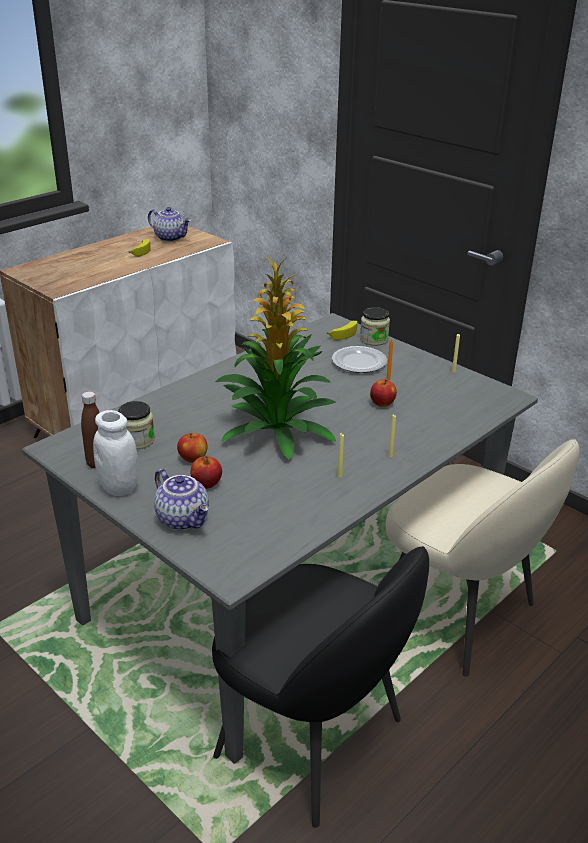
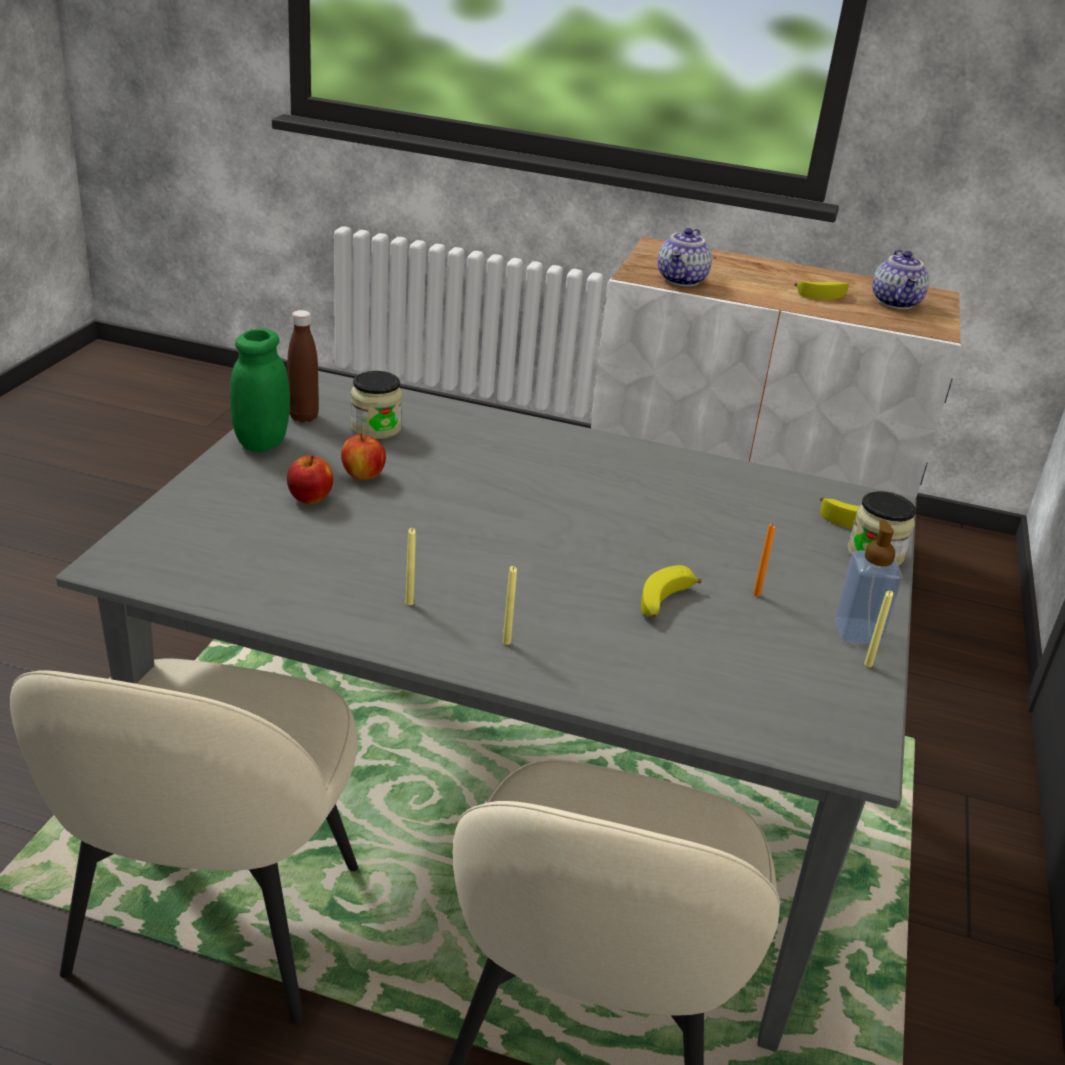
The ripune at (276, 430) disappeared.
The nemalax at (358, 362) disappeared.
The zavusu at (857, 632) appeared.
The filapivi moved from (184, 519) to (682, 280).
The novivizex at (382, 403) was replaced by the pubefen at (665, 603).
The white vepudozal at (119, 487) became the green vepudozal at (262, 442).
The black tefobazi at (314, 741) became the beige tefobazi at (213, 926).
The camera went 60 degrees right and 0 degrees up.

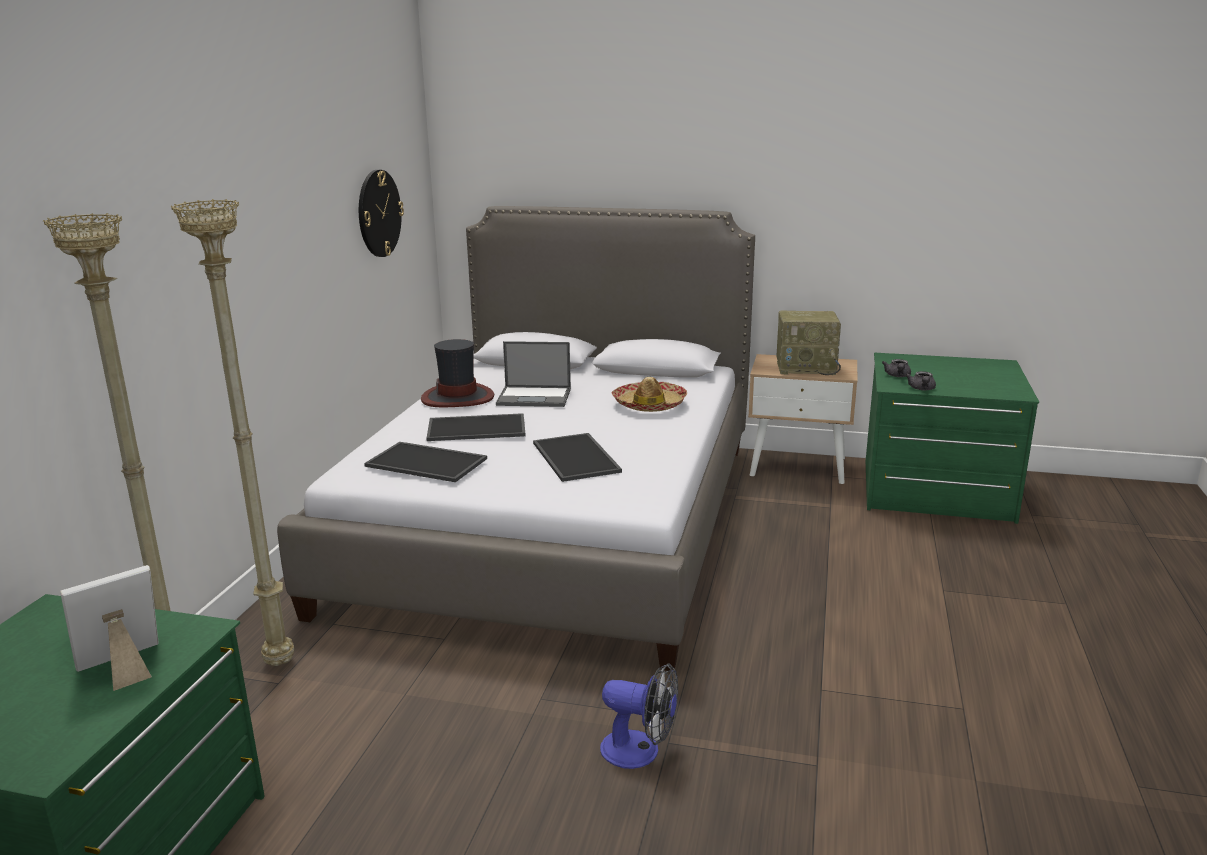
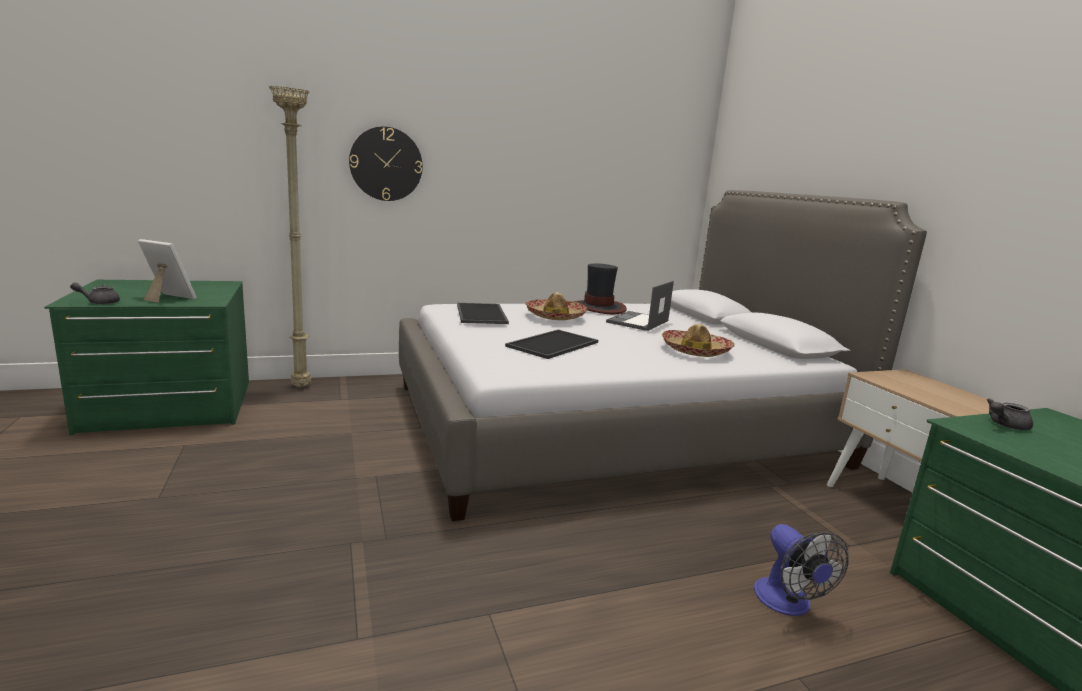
The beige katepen at (279, 664) disappeared.
The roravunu at (806, 367) disappeared.
The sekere moved from (379, 213) to (386, 164).
The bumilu moved from (640, 751) to (788, 604).
The grey filapivi moved from (921, 389) to (99, 302).
The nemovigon at (477, 427) was replaced by the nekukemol at (555, 316).
The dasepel at (535, 397) turned 60 degrees clockwise.
The camera went 55 degrees right and 5 degrees down.

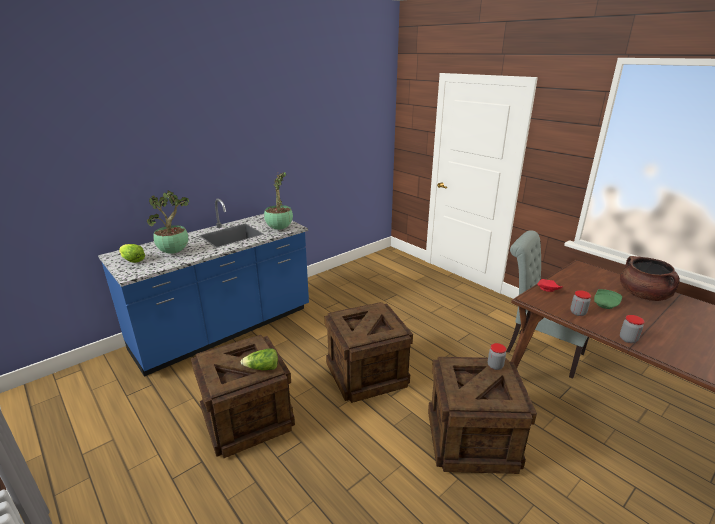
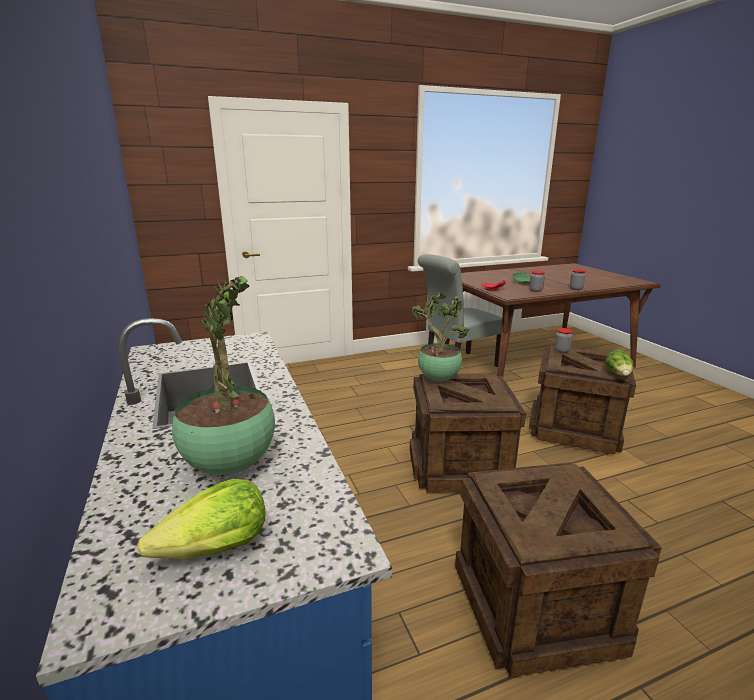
The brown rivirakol at (643, 295) disappeared.
The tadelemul moved from (262, 368) to (619, 374).
The ripune moved from (279, 228) to (437, 379).
The camera went 70 degrees left and 5 degrees down.

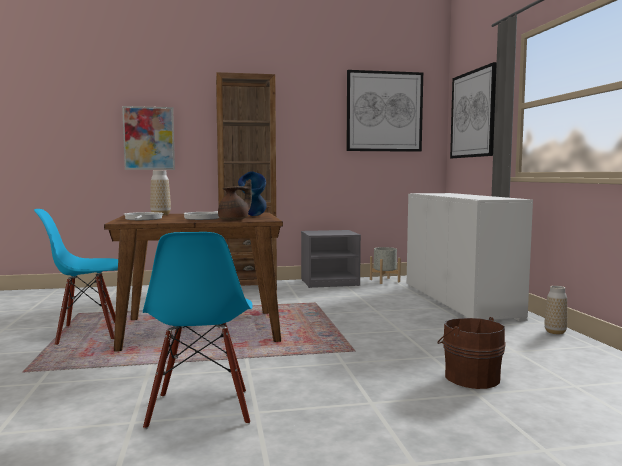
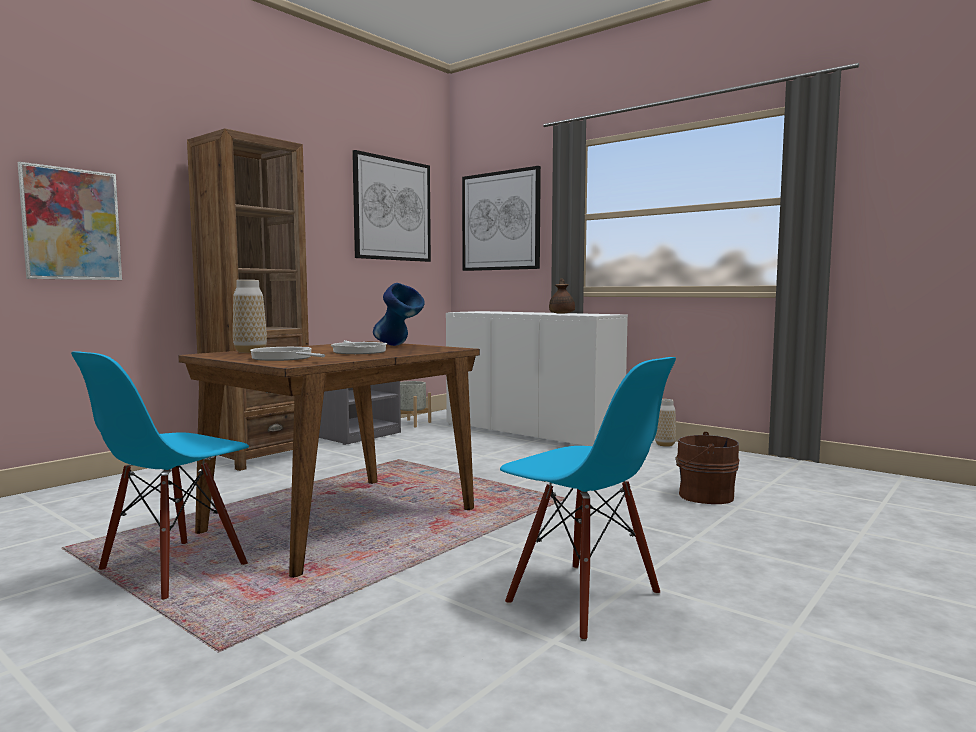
The brown filapivi moved from (235, 220) to (562, 313).
The camera went 40 degrees left and 0 degrees up.

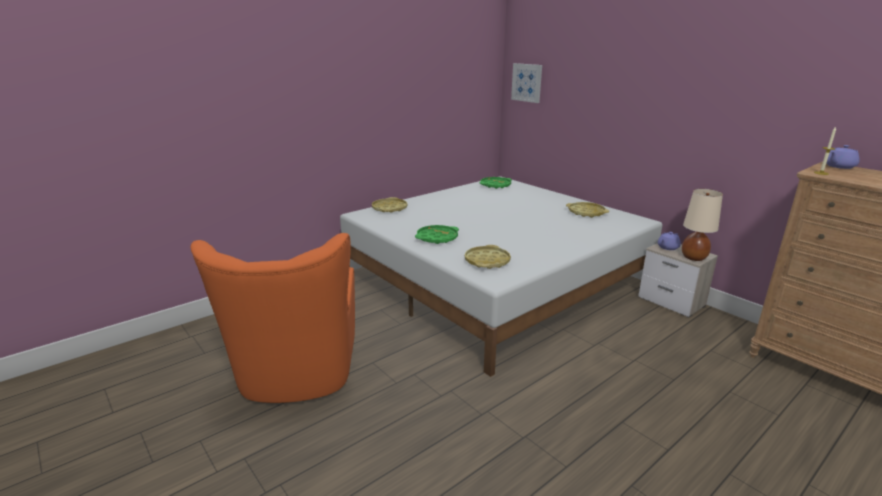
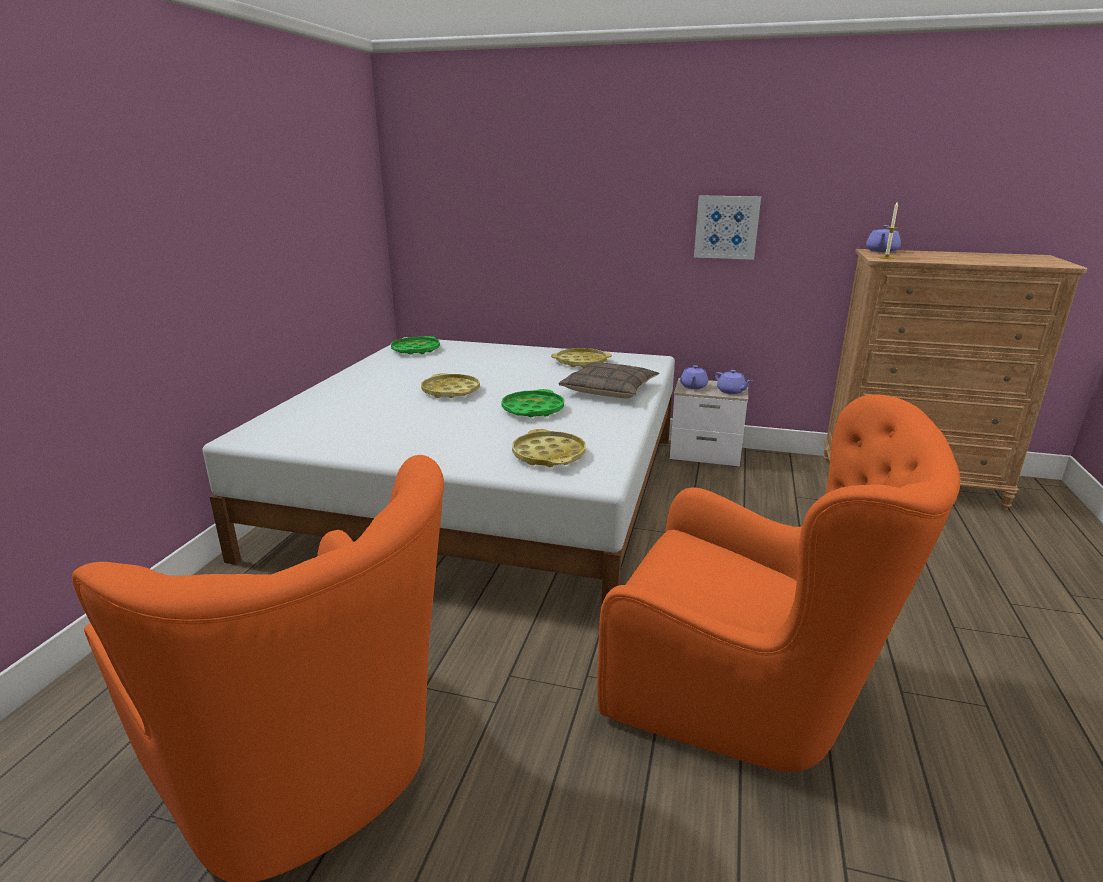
The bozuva at (609, 390) appeared.
The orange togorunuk at (747, 694) appeared.
The yellow nemovigon moved from (389, 208) to (451, 391).
The green nemovigon moved from (437, 238) to (532, 409).
The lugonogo moved from (527, 82) to (726, 227).
The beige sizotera at (693, 257) was replaced by the purple filapivi at (731, 391).
The camera went 35 degrees left and 0 degrees up.

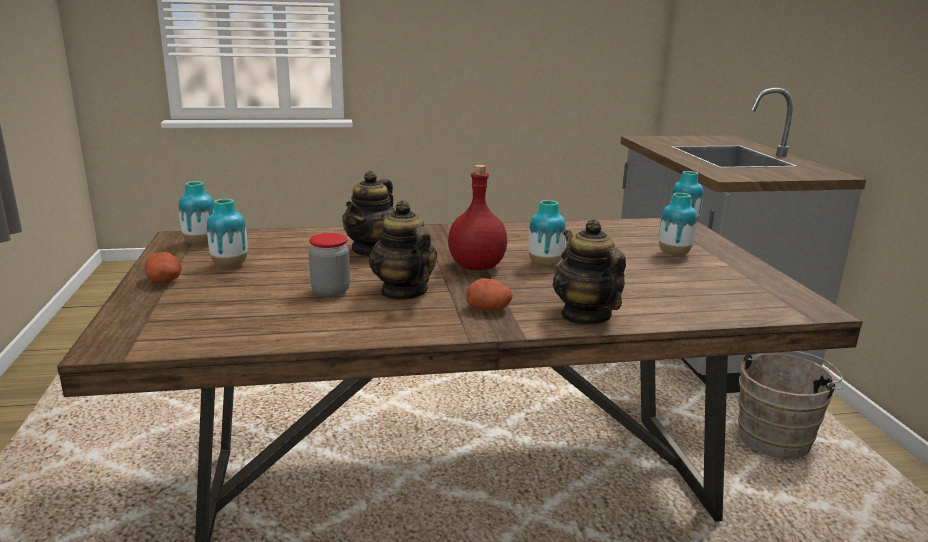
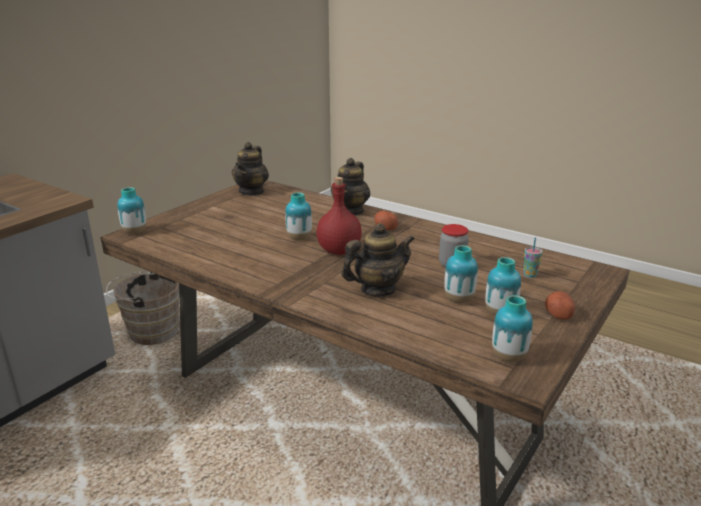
The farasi at (530, 275) appeared.
The filapivi moved from (403, 292) to (252, 191).
The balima moved from (674, 254) to (458, 299).
The camera went 135 degrees left and 5 degrees up.

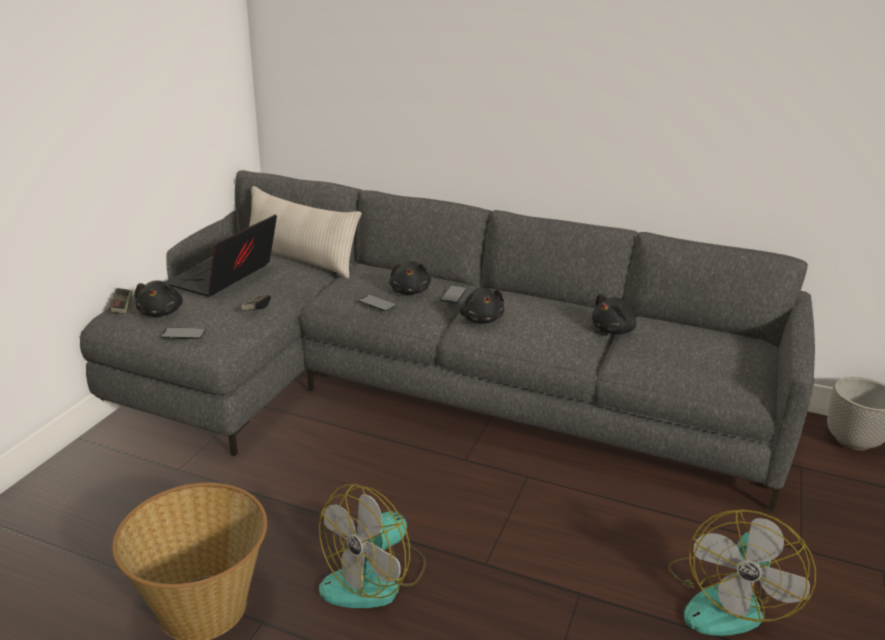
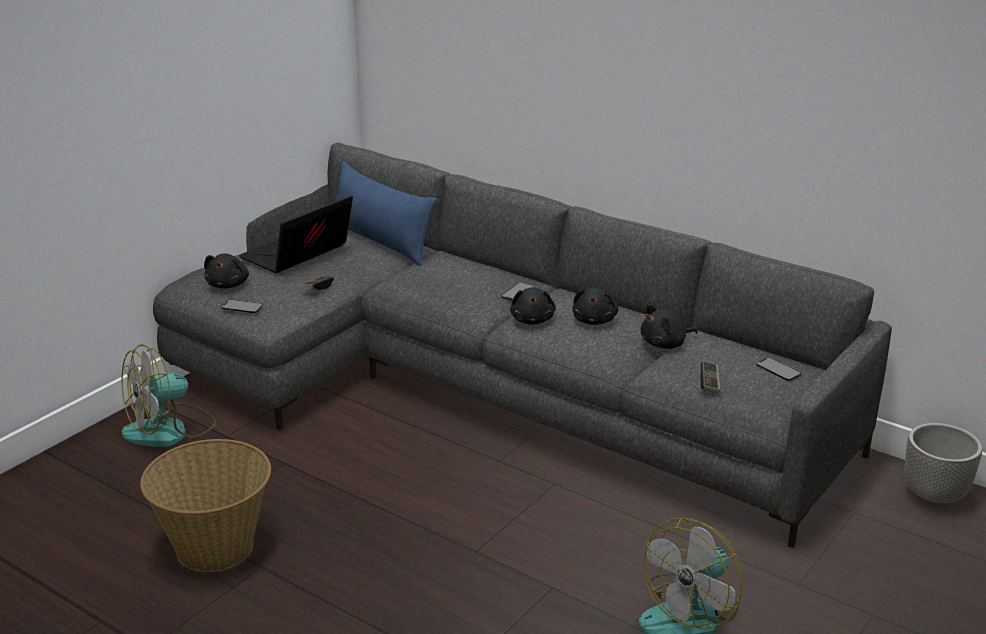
The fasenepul moved from (122, 306) to (709, 383).
The bumilu moved from (375, 577) to (170, 430).
The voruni moved from (377, 303) to (778, 369).
The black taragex moved from (410, 291) to (594, 320).
The beige bozuva at (300, 260) became the blue bozuva at (381, 242).
The camera went 15 degrees right and 0 degrees up.

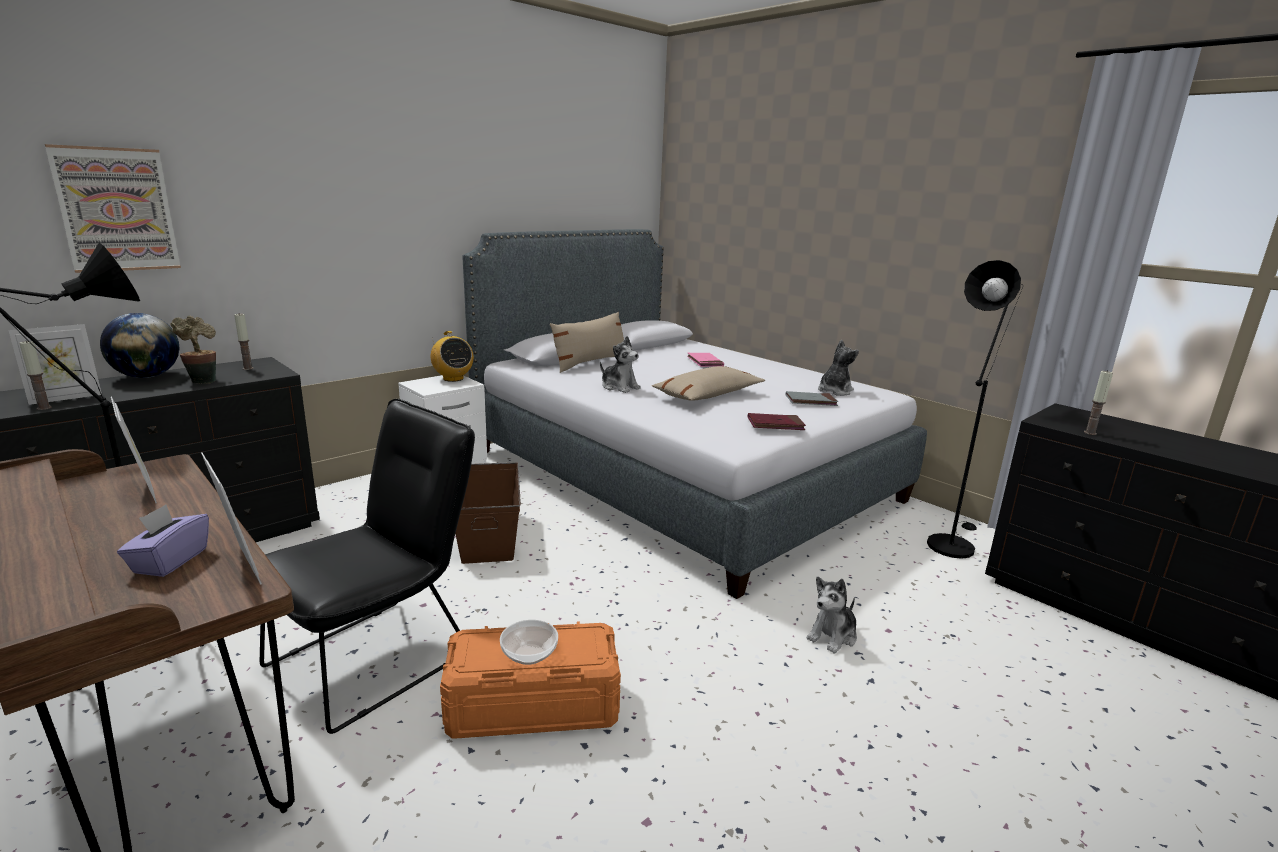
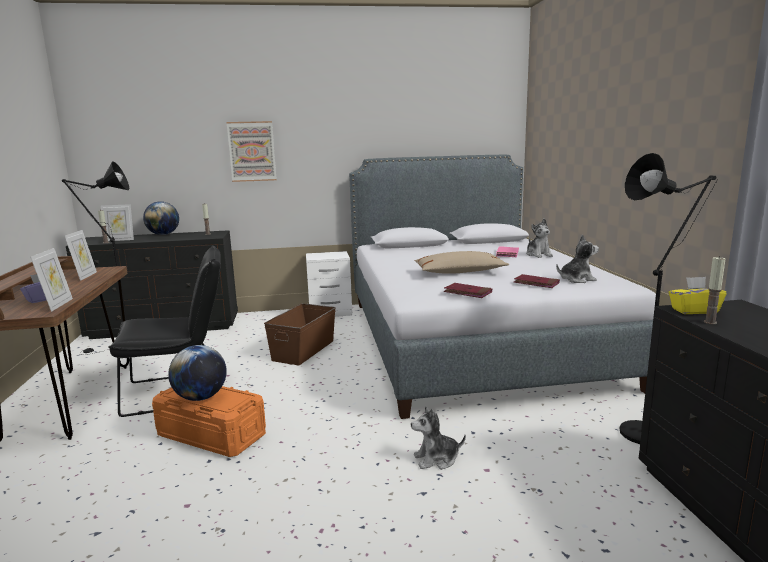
The ripune at (202, 381) disappeared.
The roravunu at (453, 378) disappeared.
The beige bozuva at (590, 363) disappeared.
The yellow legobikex at (694, 310) appeared.
The lugonogo moved from (116, 210) to (252, 151).
The taragex moved from (619, 387) to (538, 255).
The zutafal at (529, 655) was replaced by the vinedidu at (201, 397).
The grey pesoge at (811, 401) became the red pesoge at (536, 283).
The camera went 35 degrees right and 5 degrees down.

